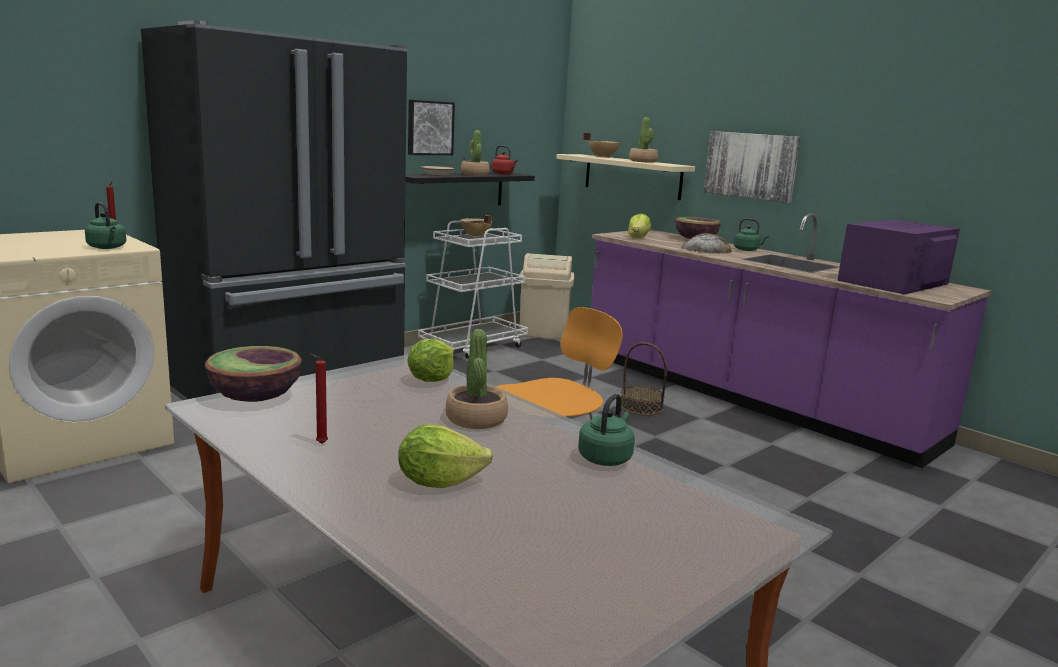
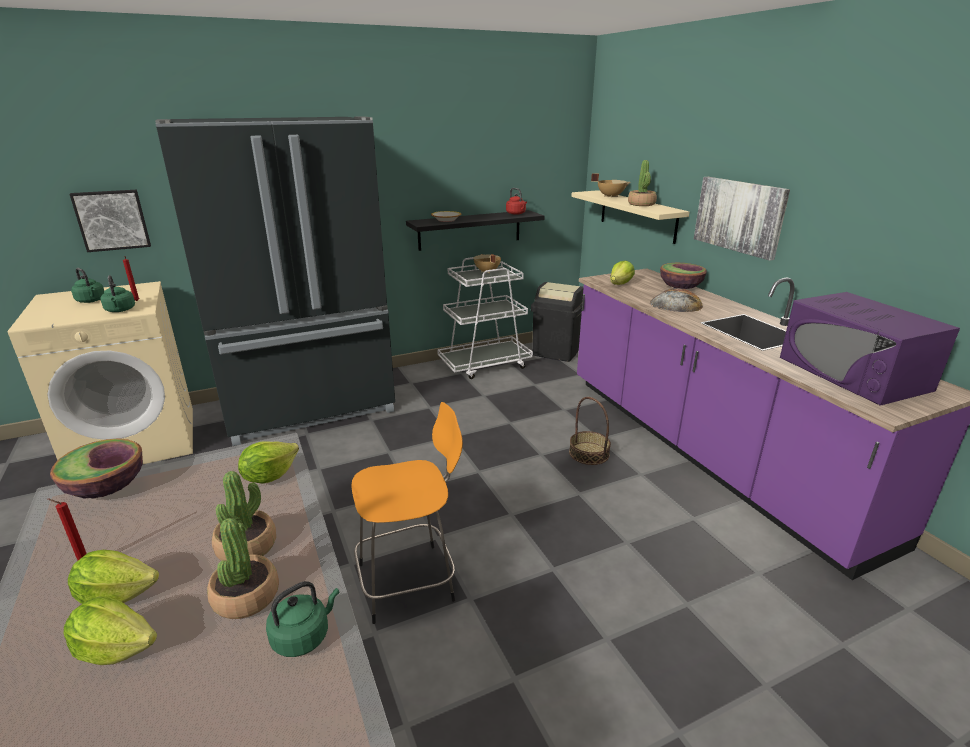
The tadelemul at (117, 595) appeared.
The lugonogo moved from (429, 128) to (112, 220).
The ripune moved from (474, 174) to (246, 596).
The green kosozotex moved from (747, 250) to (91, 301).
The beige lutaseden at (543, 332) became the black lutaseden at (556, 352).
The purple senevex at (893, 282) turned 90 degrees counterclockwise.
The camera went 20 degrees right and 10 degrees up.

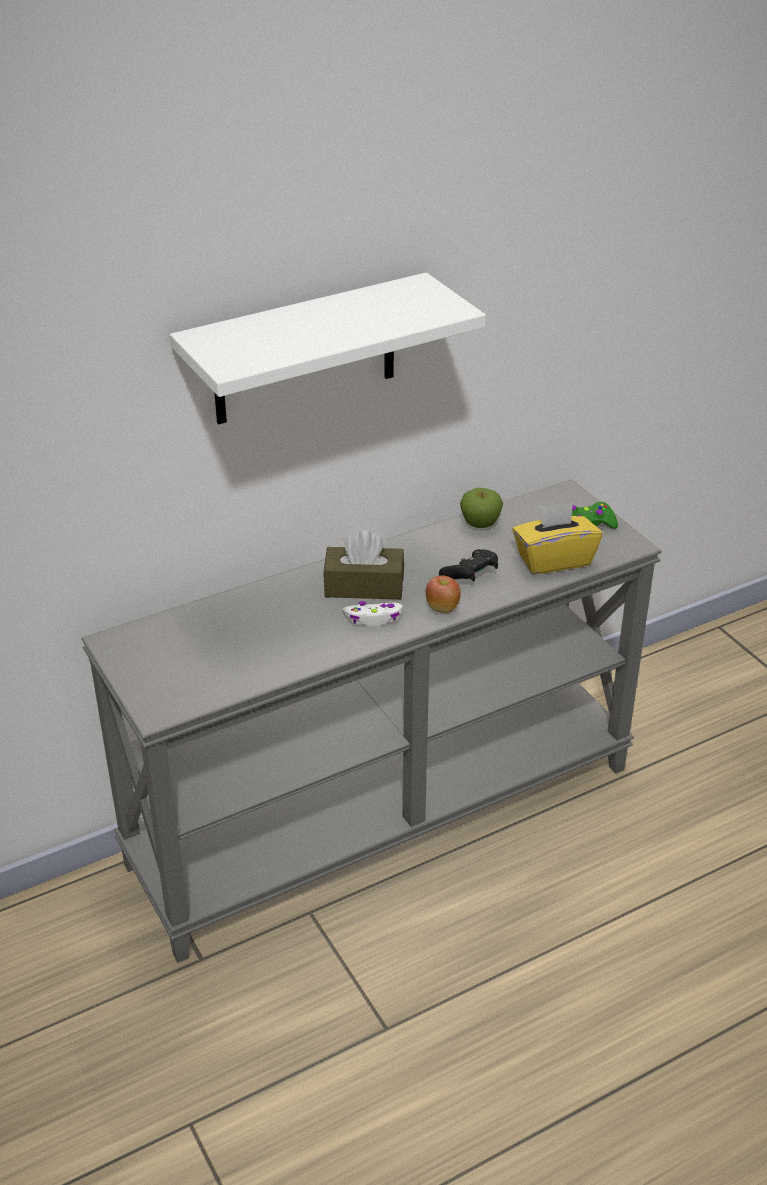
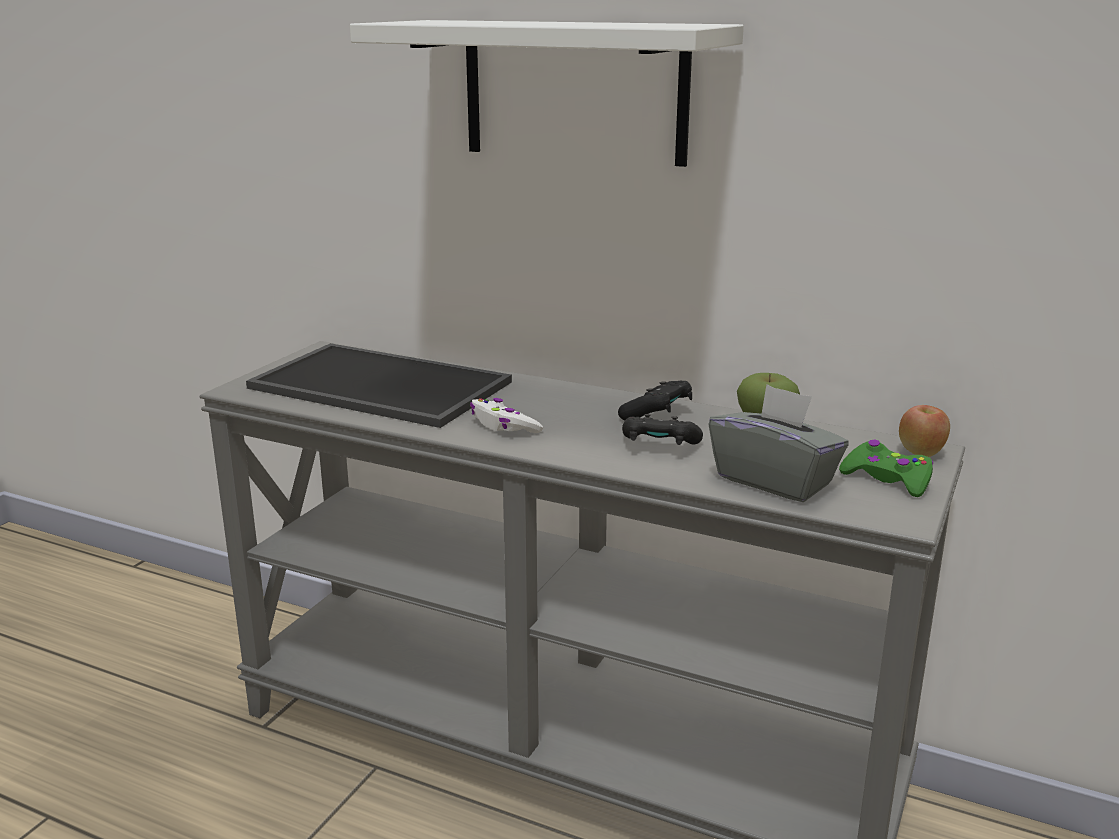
The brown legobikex at (364, 586) disappeared.
The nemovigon at (376, 386) appeared.
The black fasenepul at (657, 415) appeared.
The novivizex moved from (442, 608) to (921, 453).
The yellow legobikex at (554, 560) became the grey legobikex at (774, 480).
The camera went 55 degrees right and 15 degrees down.

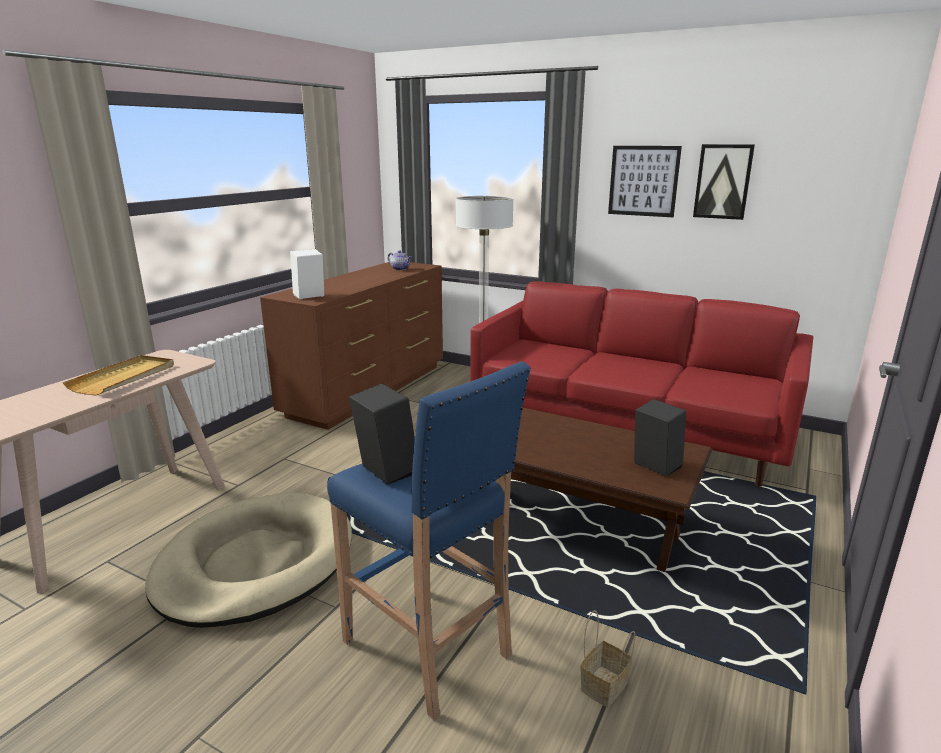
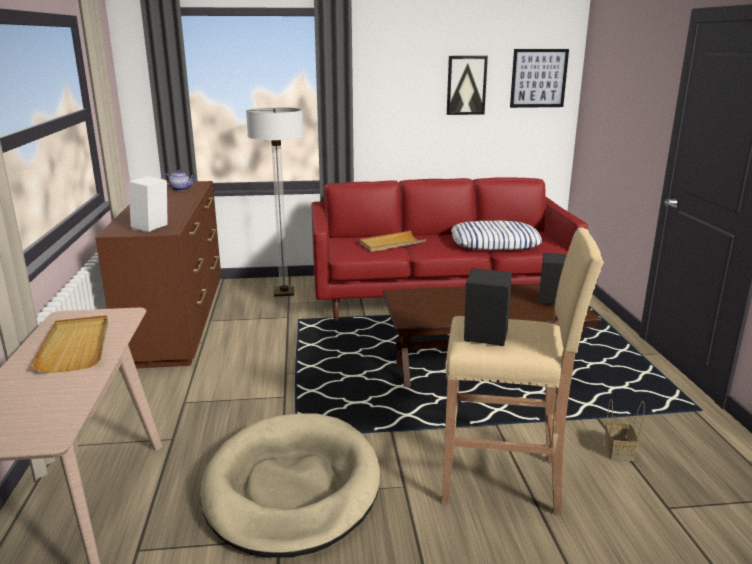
The beige nemovigon at (391, 244) appeared.
The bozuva at (495, 243) appeared.
The lugonogo moved from (643, 181) to (538, 78).
The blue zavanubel at (429, 650) became the beige zavanubel at (503, 480).
The camera went 35 degrees left and 0 degrees up.

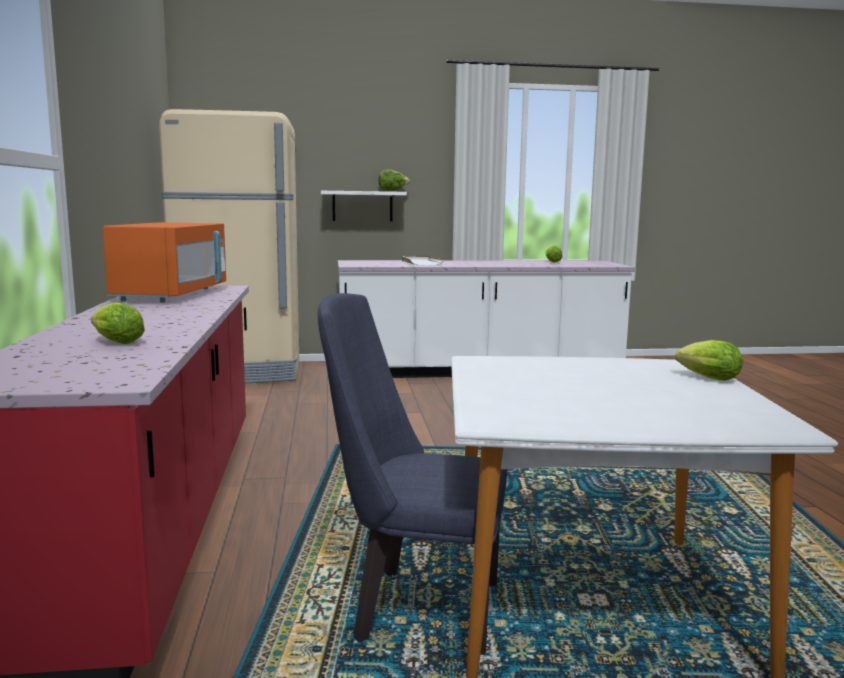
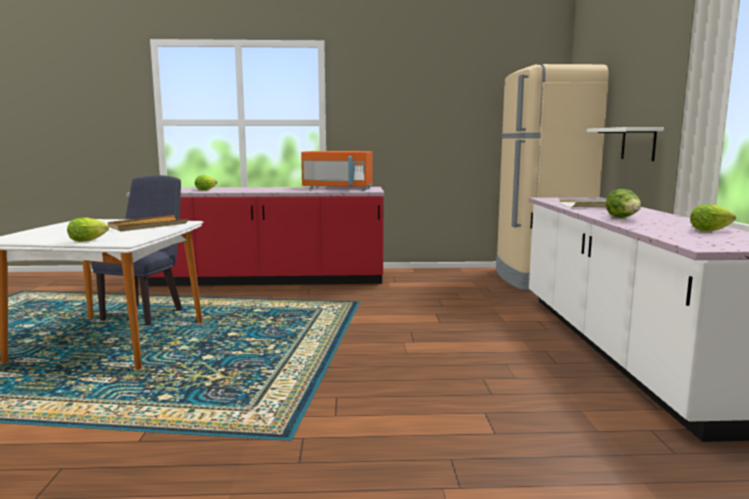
The beige nemovigon at (148, 226) appeared.
The tadelemul moved from (393, 191) to (623, 218).
The camera went 95 degrees right and 0 degrees up.

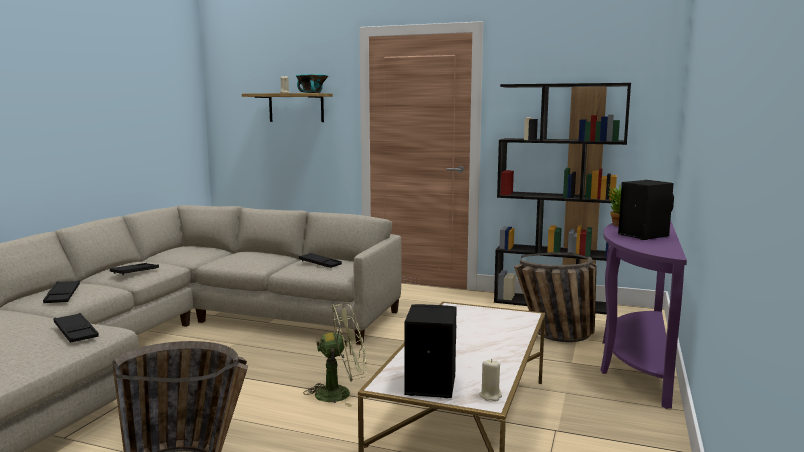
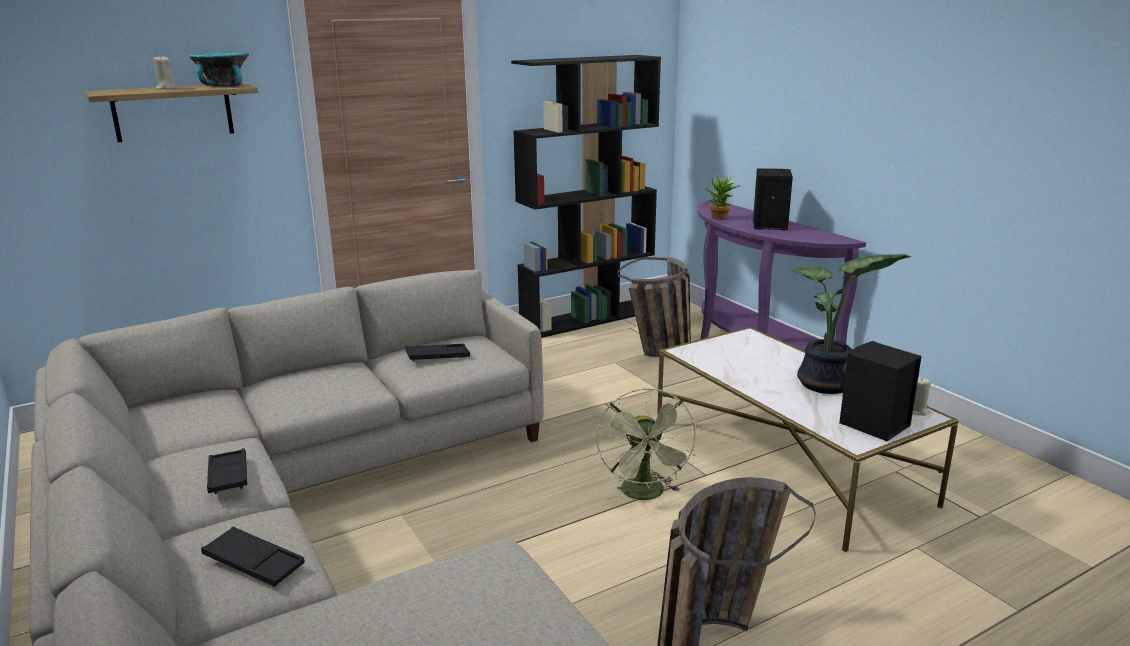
The black nemovigon at (76, 332) disappeared.
The ripune at (828, 385) appeared.
The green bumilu at (340, 393) turned 150 degrees clockwise.
The camera went 50 degrees left and 10 degrees up.

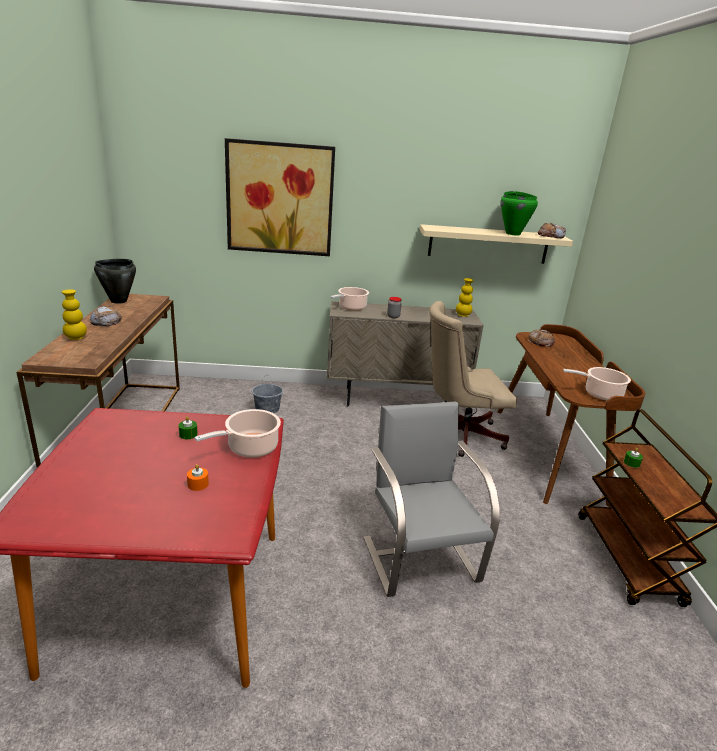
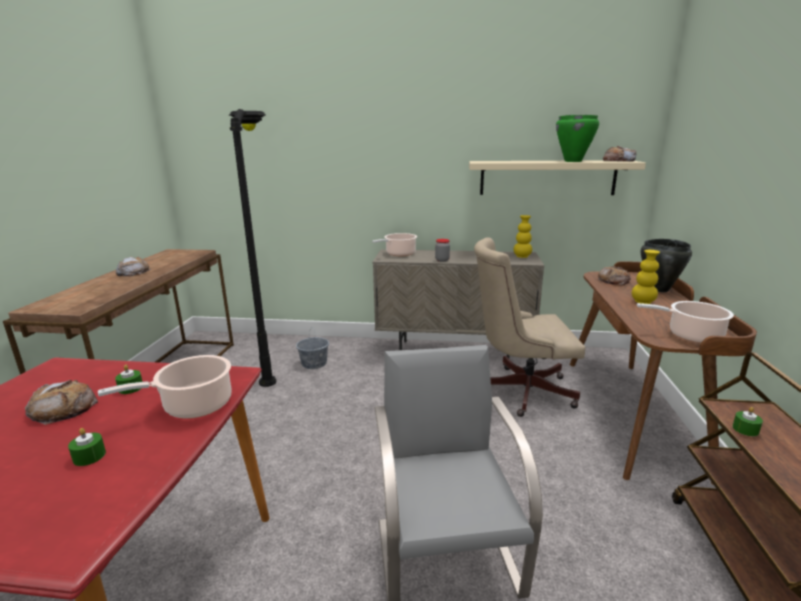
The lugonogo at (280, 199) disappeared.
The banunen at (63, 408) appeared.
The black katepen at (273, 358) appeared.
The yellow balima moved from (76, 338) to (642, 302).
The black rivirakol moved from (118, 301) to (658, 289).
The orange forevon at (198, 484) became the green forevon at (89, 456).
The camera went 10 degrees right and 5 degrees down.

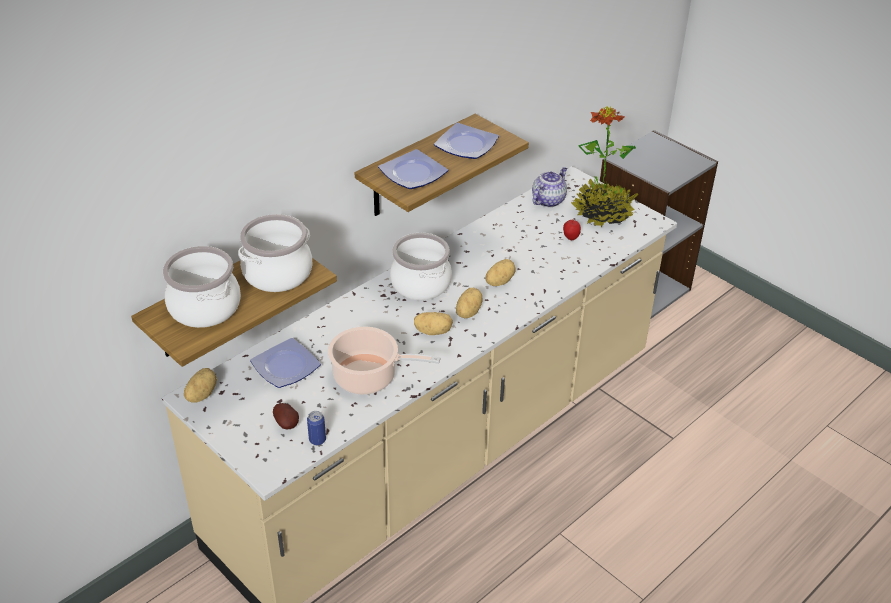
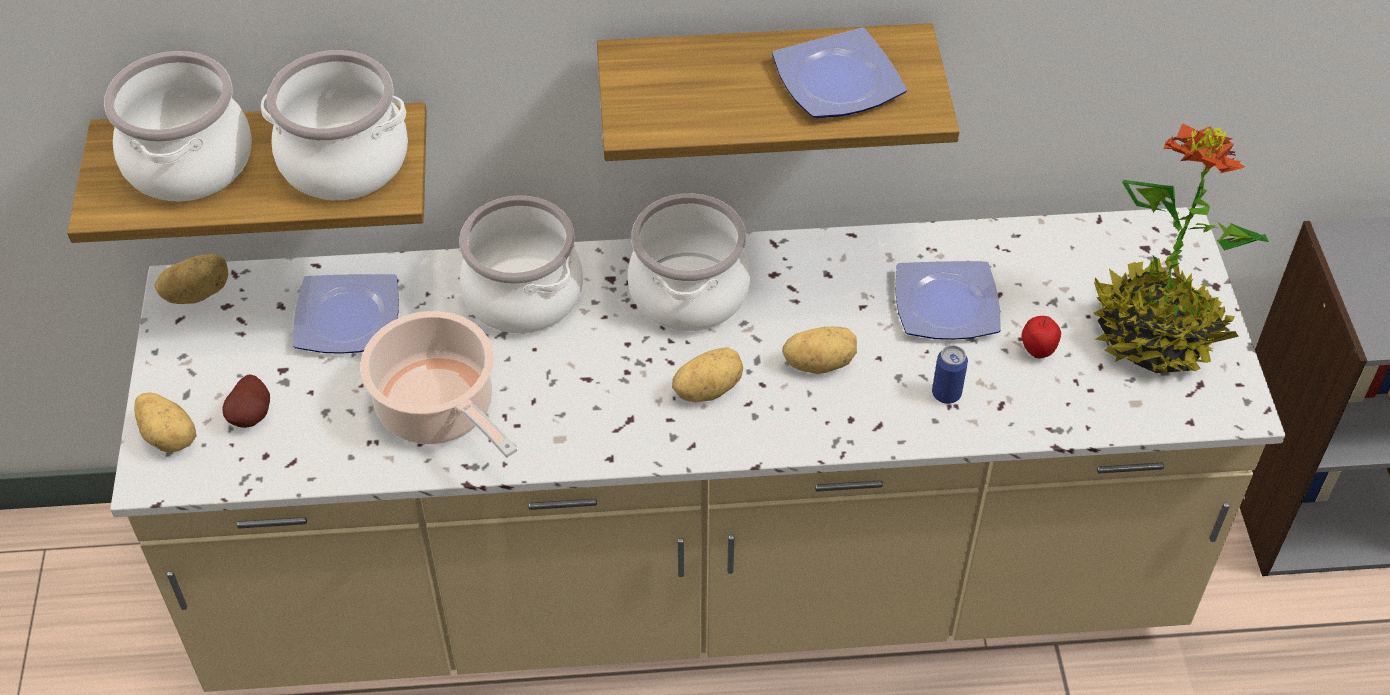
The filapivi at (548, 200) disappeared.
The rivirakol at (524, 294) appeared.
The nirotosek moved from (317, 440) to (946, 394).
The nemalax moved from (413, 174) to (944, 306).
The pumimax moved from (433, 331) to (170, 436).
The camera went 40 degrees right and 10 degrees up.

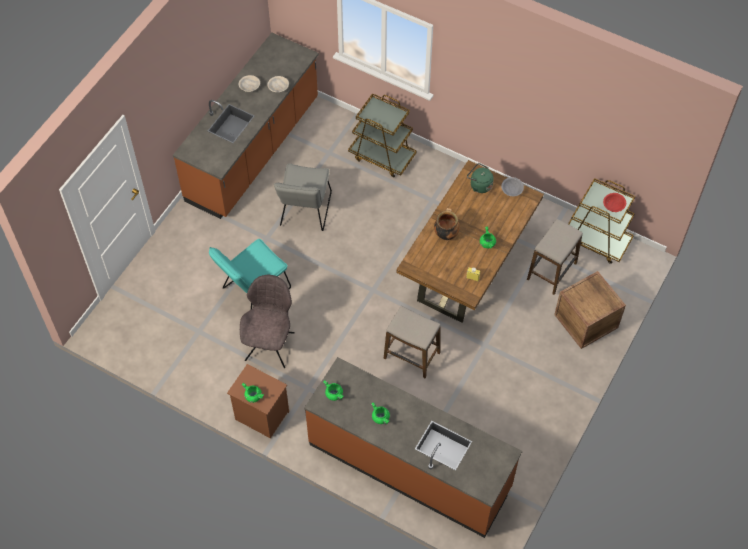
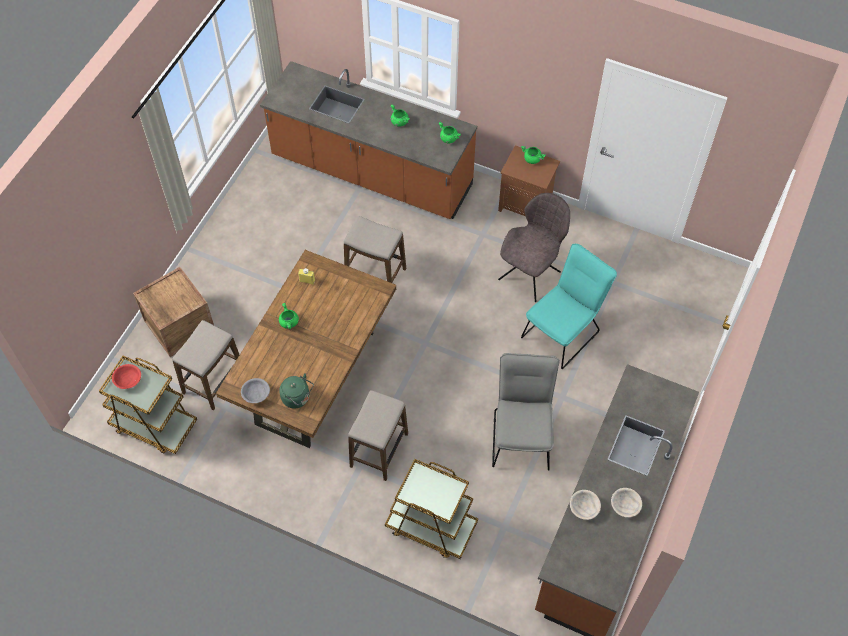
The rivirakol at (446, 234) disappeared.
The zavanubel at (379, 450) appeared.
The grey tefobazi at (270, 344) turned 150 degrees counterclockwise.
The camera went 175 degrees right and 0 degrees up.

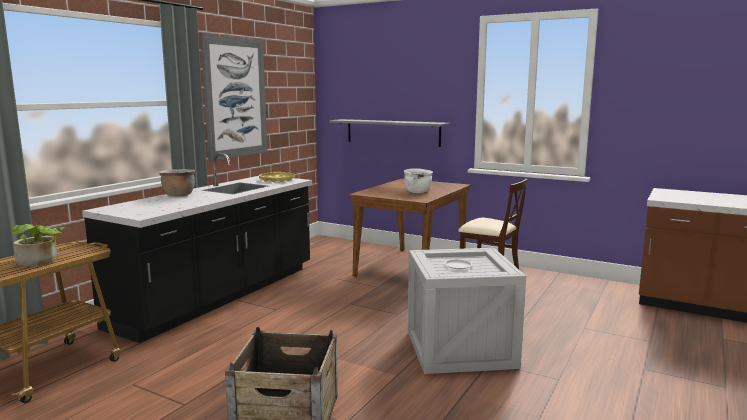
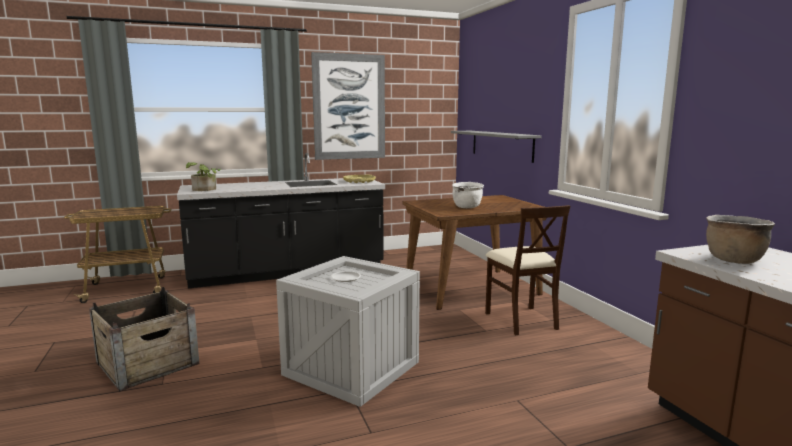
The ripune moved from (40, 262) to (204, 190).
The brown rivirakol moved from (178, 195) to (733, 260).
The camera went 40 degrees right and 0 degrees up.

